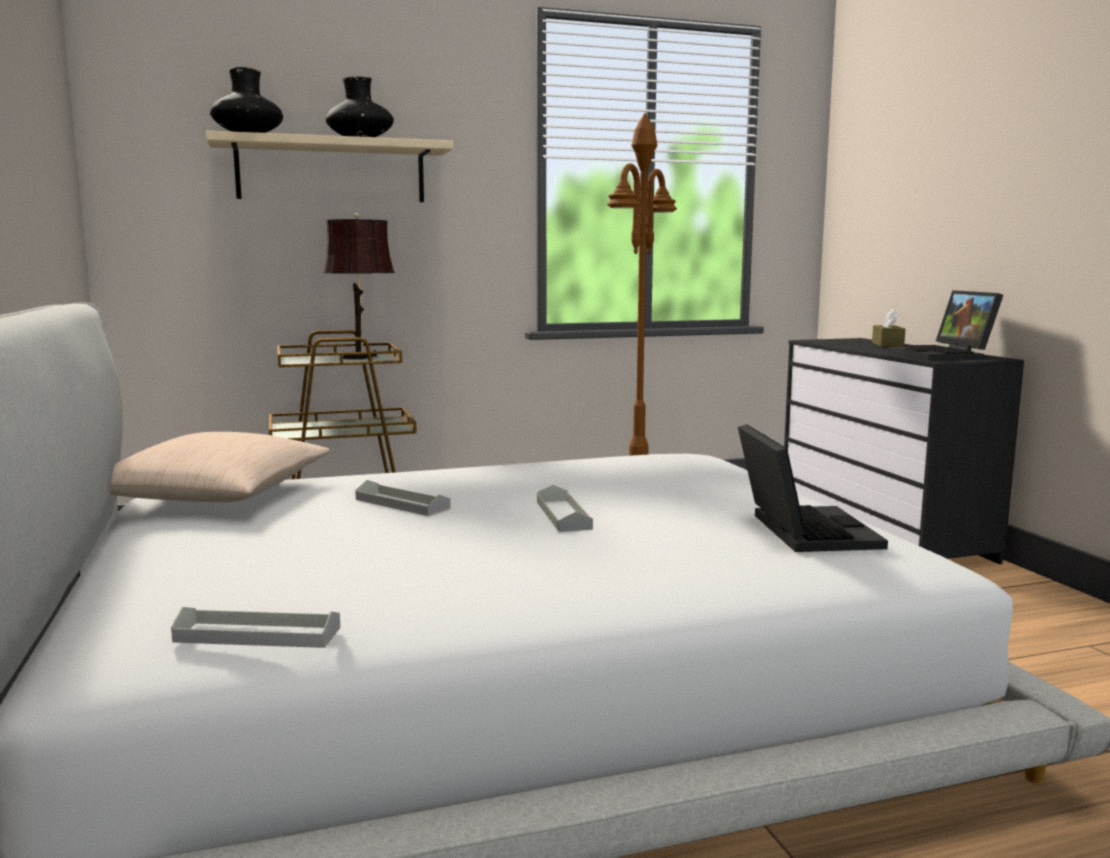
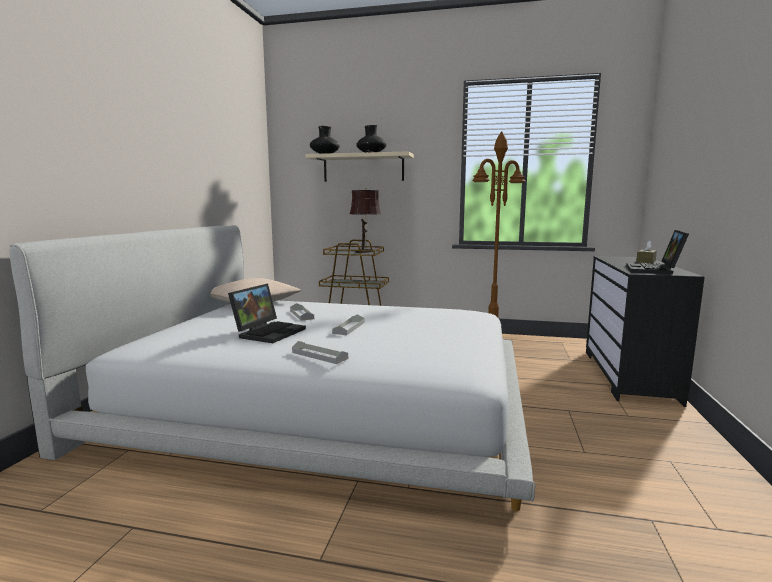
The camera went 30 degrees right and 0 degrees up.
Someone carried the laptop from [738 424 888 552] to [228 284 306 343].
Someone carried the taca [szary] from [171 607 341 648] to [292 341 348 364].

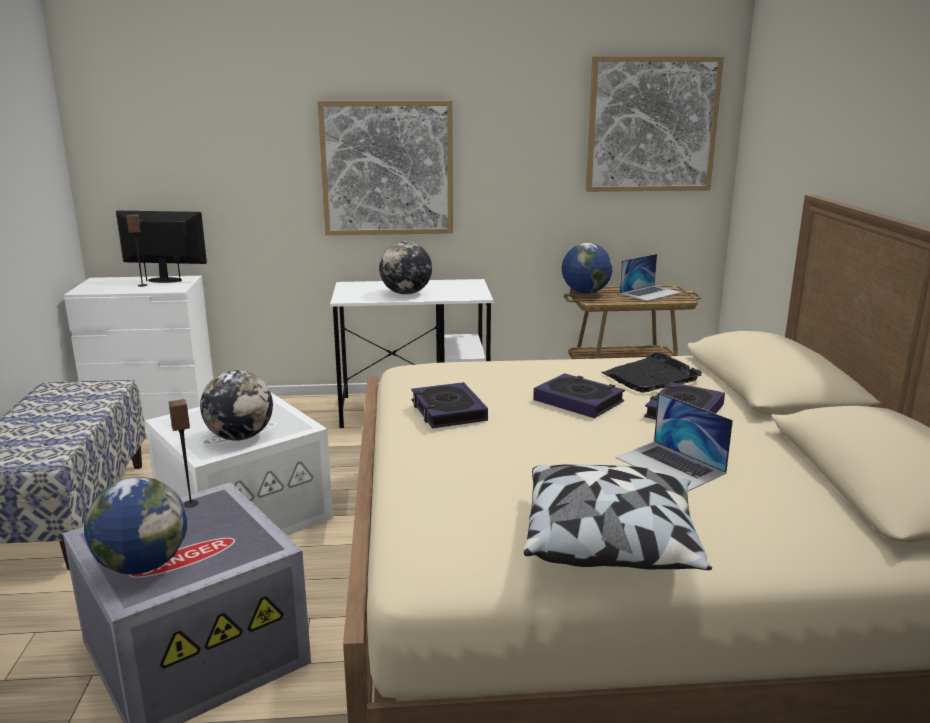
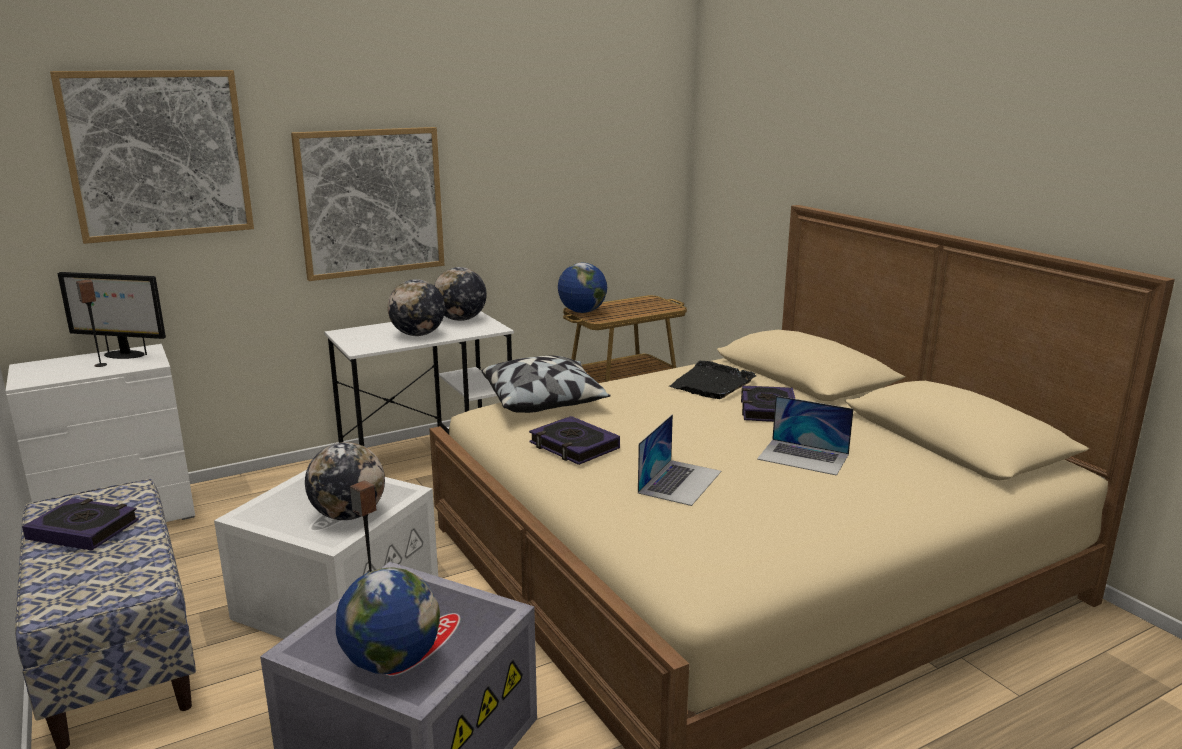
The camera went 25 degrees left and 0 degrees up.
Someone carried the książka from [533 373 625 418] to [22 498 139 550].
Someone carried the obraz from [586 56 724 192] to [50 70 254 244].
Someone rotated the monitor at [116 211 207 283] by 150 degrees counterclockwise.
Someone put down the globus at [434 267 487 321].
Someone carried the poduszka from [524 465 712 570] to [482 356 611 413].
Someone carried the laptop from [620 254 682 301] to [638 414 721 506].

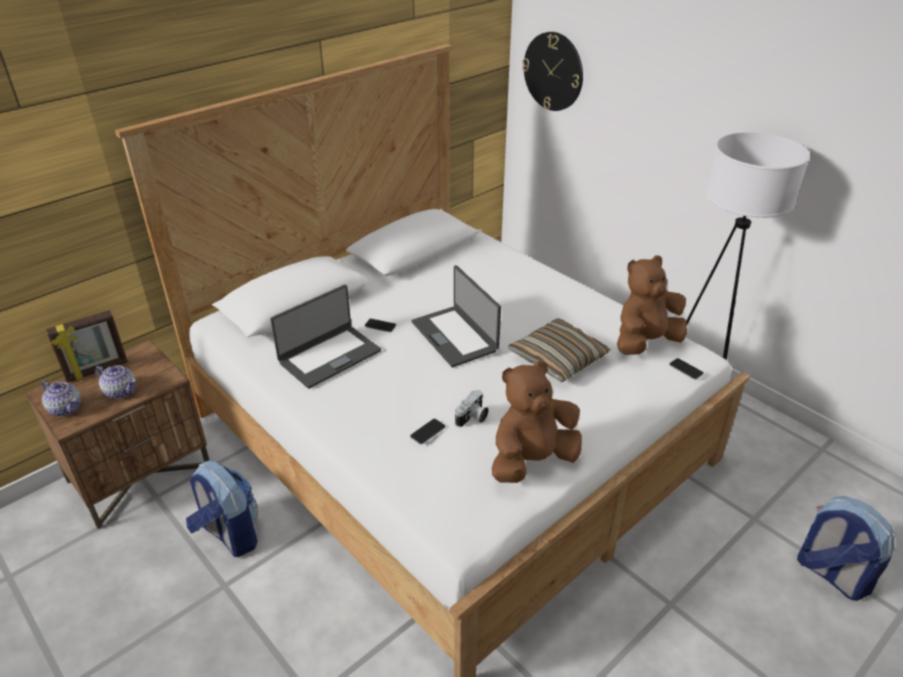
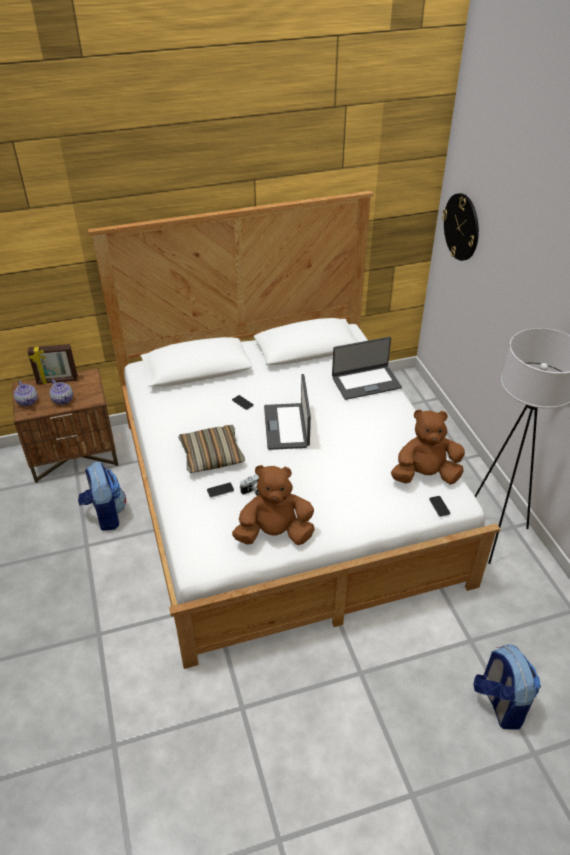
The camera went 25 degrees right and 5 degrees up.
Someone carried the poduszka from [508 318 611 382] to [178 425 245 473].
Someone carried the laptop from [270 284 381 389] to [332 337 402 400].

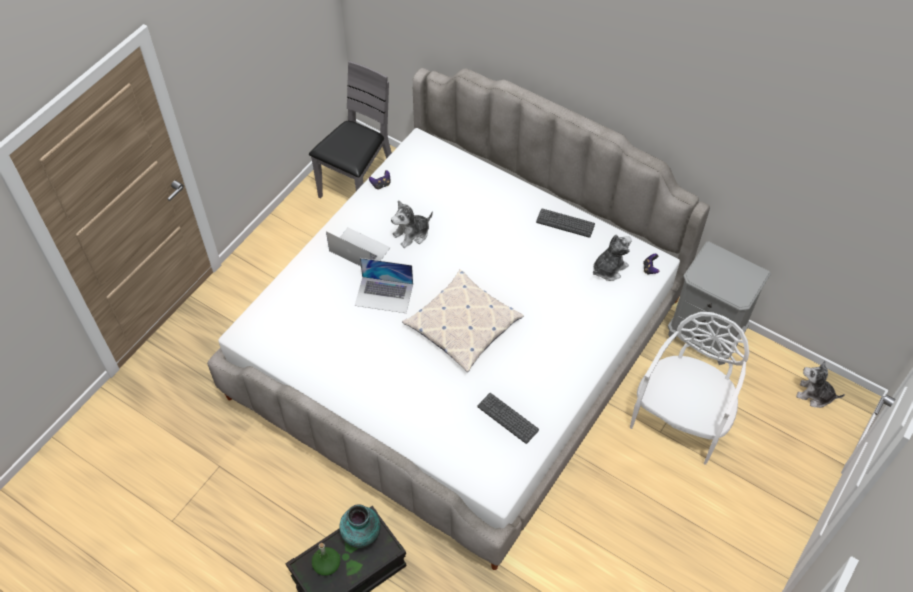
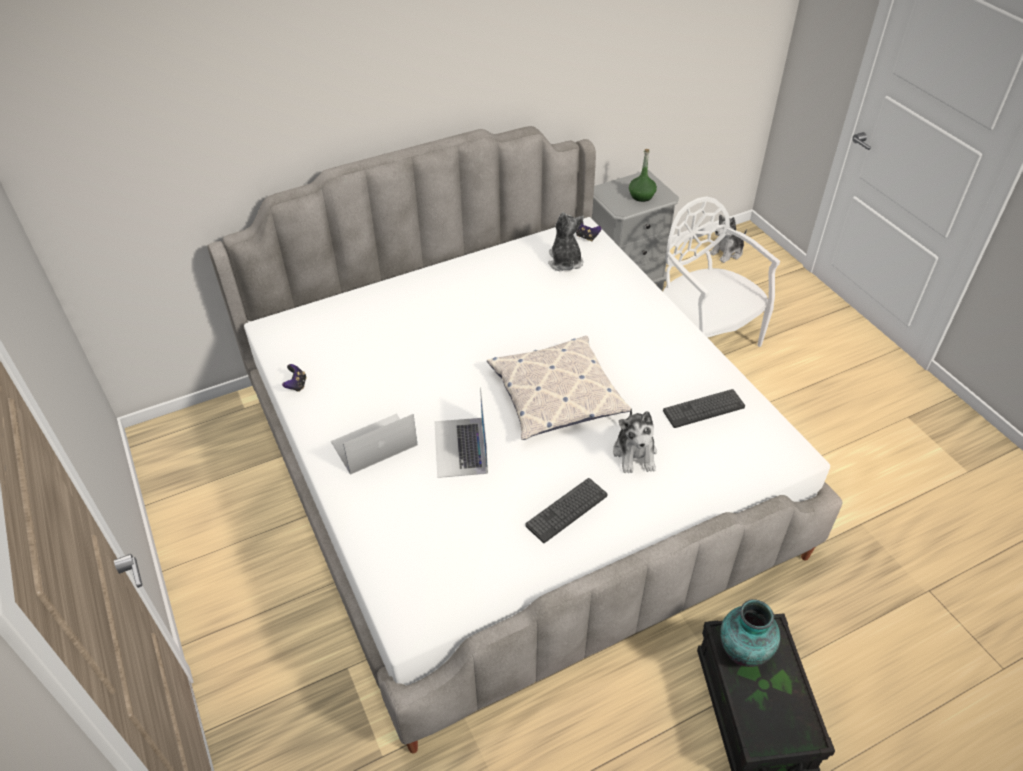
The camera went 60 degrees left and 10 degrees down.
Someone rotated the laptop at [355 258 413 313] by 135 degrees clockwise.
Someone carried the klawiatura from [536 208 595 238] to [525 478 608 543].
Someone carried the pluszak from [391 200 433 248] to [613 408 657 474].
Someone carried the butelka [zielony] from [312 543 340 576] to [629 149 657 202].
Someone took away the krzesło [szary] at [309 61 392 198].

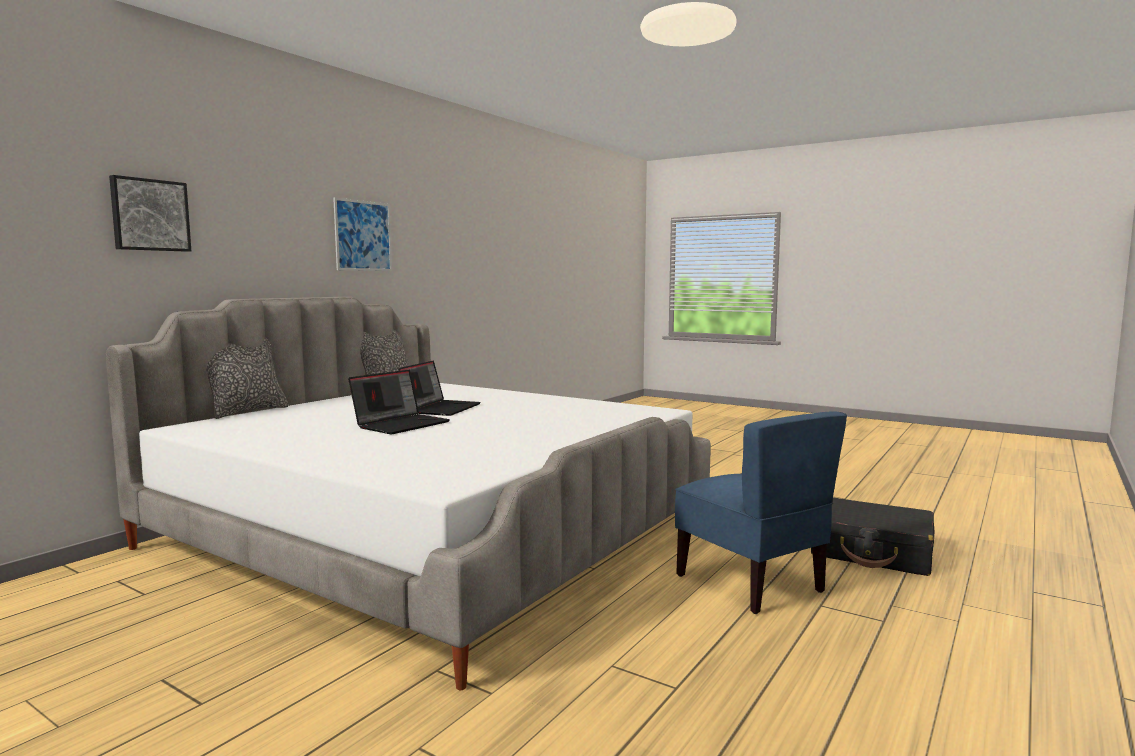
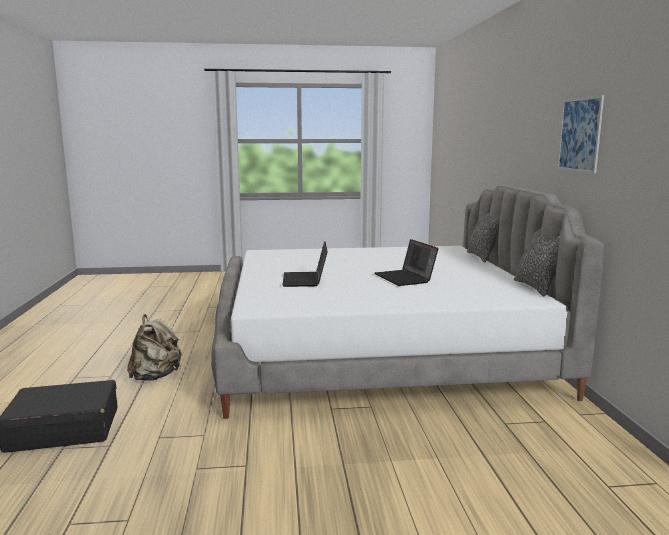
The camera went 140 degrees right and 5 degrees up.
Someone swapped the krzesło [niebieski] at [675 411 847 614] for the plecak [beżowy] at [127 314 182 381].
Someone carried the laptop from [348 370 450 434] to [282 241 328 287].
Someone took away the obraz at [109 175 191 252].

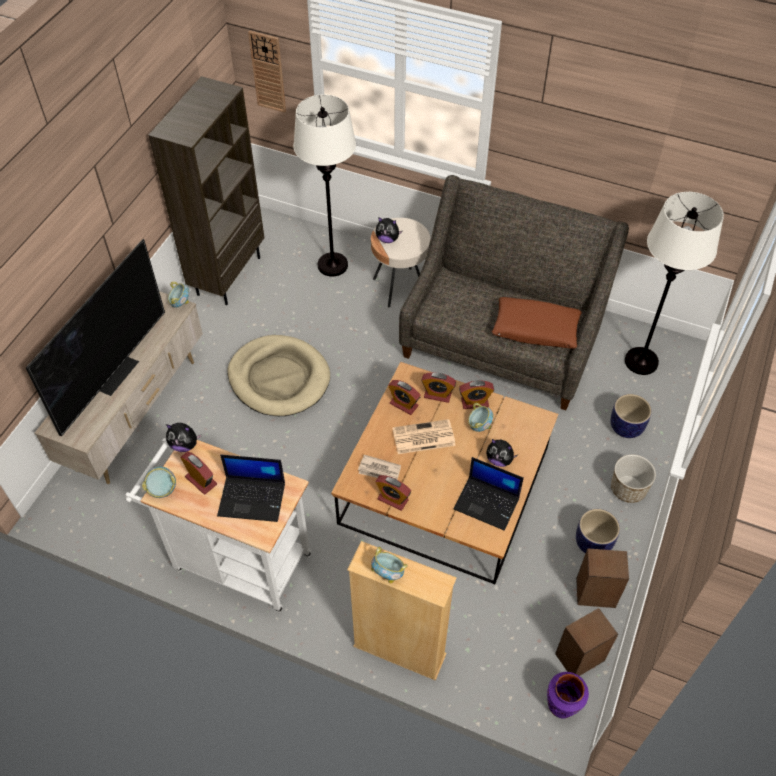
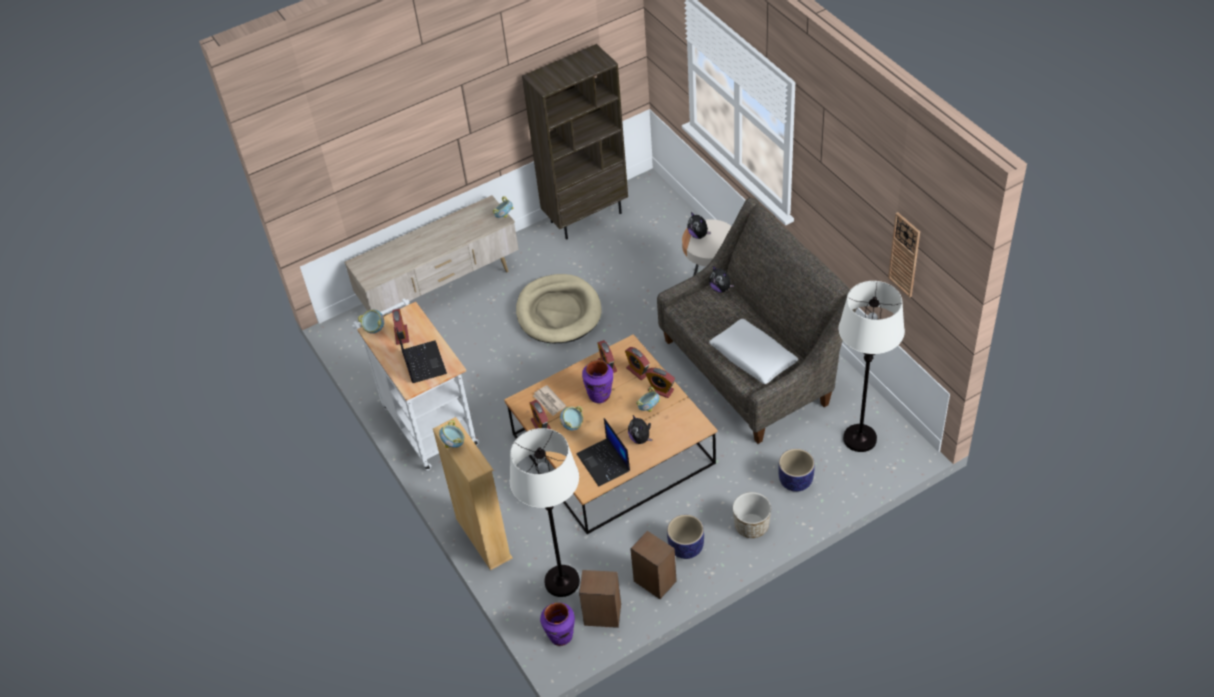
The camera went 40 degrees right and 5 degrees down.
Someone rotated the laptop at [217 455 285 522] by 150 degrees counterclockwise.
Someone carried the lampa stojąca [biały] from [293 94 356 277] to [510 428 580 597].
Someone put down the miska at [560 406 583 431].
Someone swapped the gazeta at [392 419 456 454] for the wazon [fioletowy] at [582 360 613 403].
Someone carried the pluszak from [166 423 202 452] to [709 266 734 293].
Someone repainted the poduszka [brązowy] at [492 297 582 349], which became the poduszka [biały] at [709 319 798 384].
Someone carried the zegar ścienny from [248 30 286 113] to [888 212 920 298].
Someone took away the telewizor at [26 239 165 436].

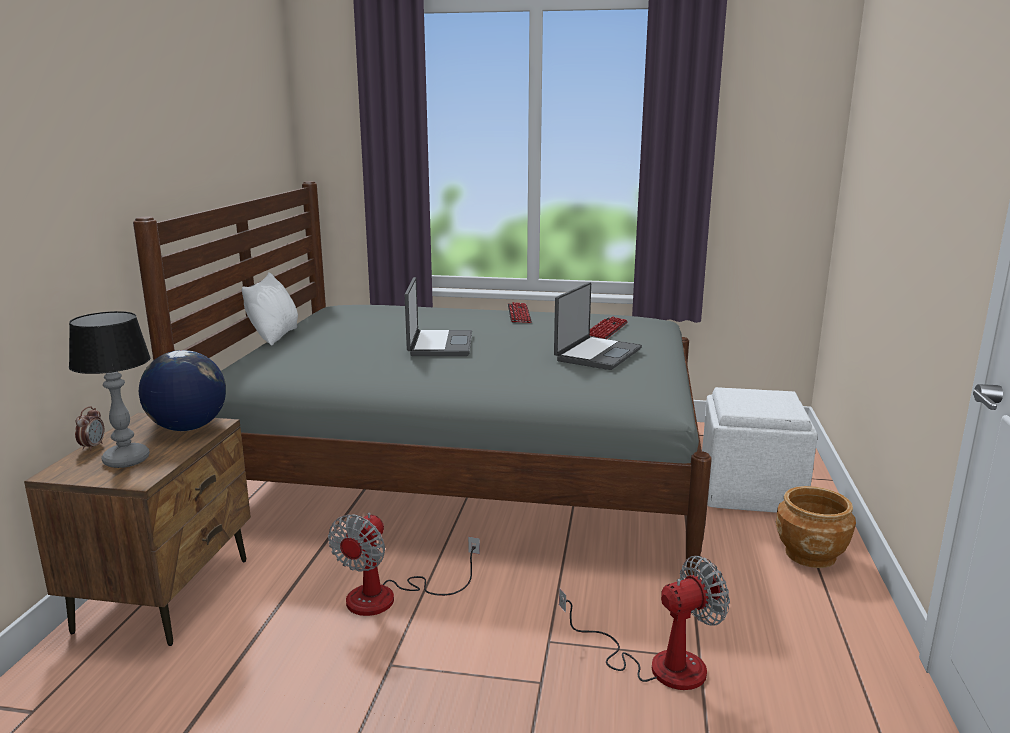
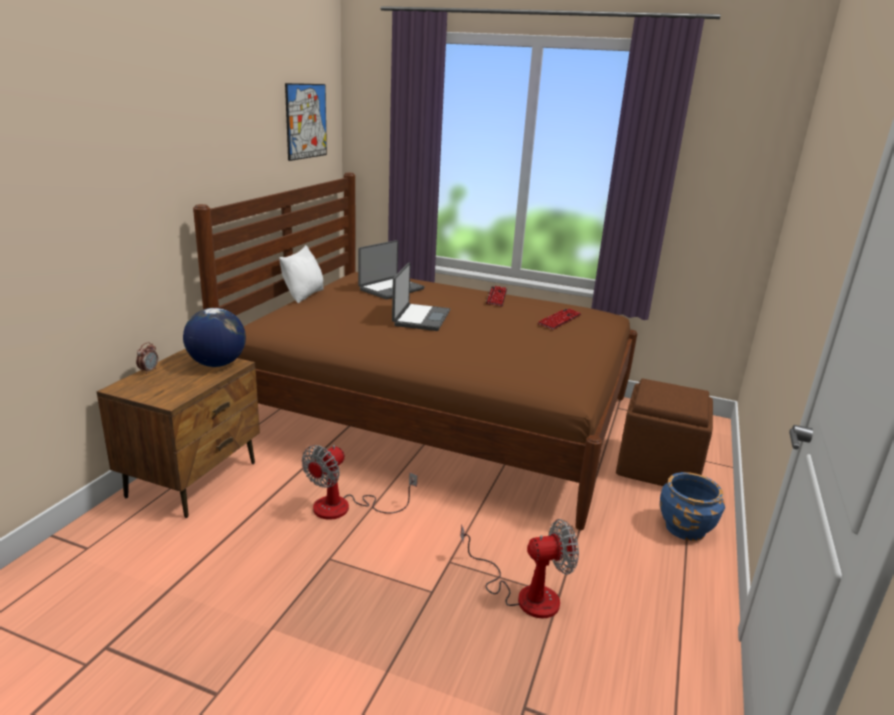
The camera went 10 degrees right and 5 degrees up.
Someone repainted the łóżko [szary] at [133 181 712 575], which became the łóżko [brązowy] at [193 173 637 530].
Someone put up the obraz at [285 83 327 161].
Someone carried the laptop from [554 282 642 370] to [358 240 424 299].
Someone repainted the pufa [biały] at [702 387 817 513], which became the pufa [brązowy] at [616 378 713 486].
Someone repainted the donica [brązowy] at [776 486 856 568], which became the donica [niebieski] at [660 472 725 541].
Someone took away the lampa stołowa at [69 311 151 468].

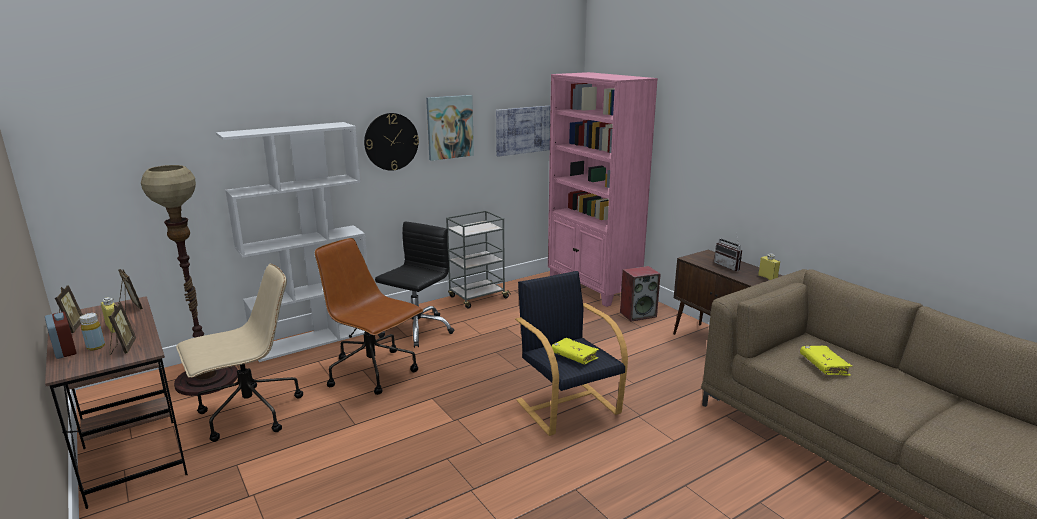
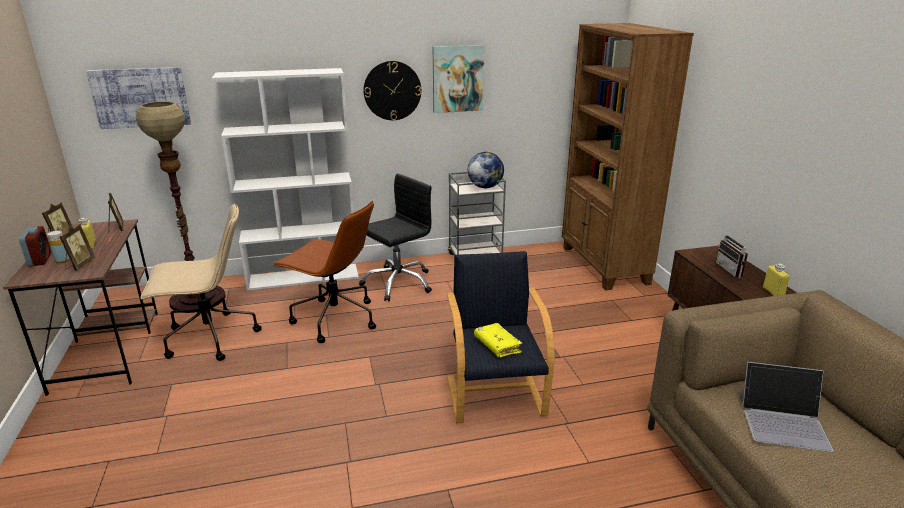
The camera went 20 degrees right and 5 degrees up.
Someone carried the obraz from [496 106 550 157] to [86 67 191 129].
Someone rotated the krzesło biurowe [brązowy] at [315 238 423 395] by 150 degrees clockwise.
Someone put down the globus at [468 152 504 188].
Someone repainted the regał [różowy] at [548 72 658 307], which became the regał [brązowy] at [562 23 694 290].
Someone swapped the książka [żółty] at [800 346 853 376] for the laptop at [740 362 834 452].
Someone took away the głośnik at [620 266 661 322].

